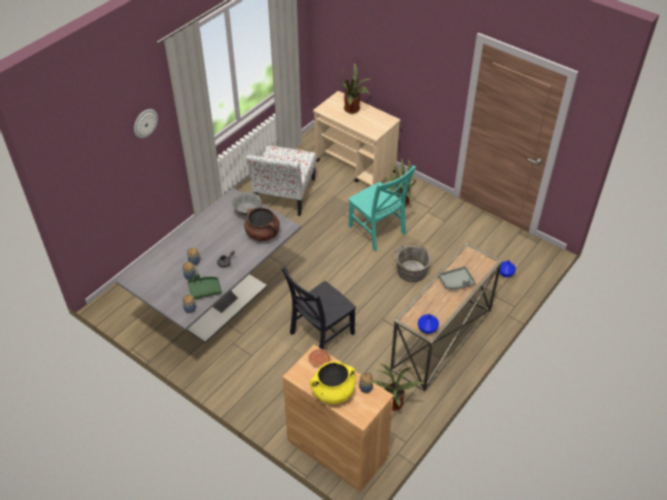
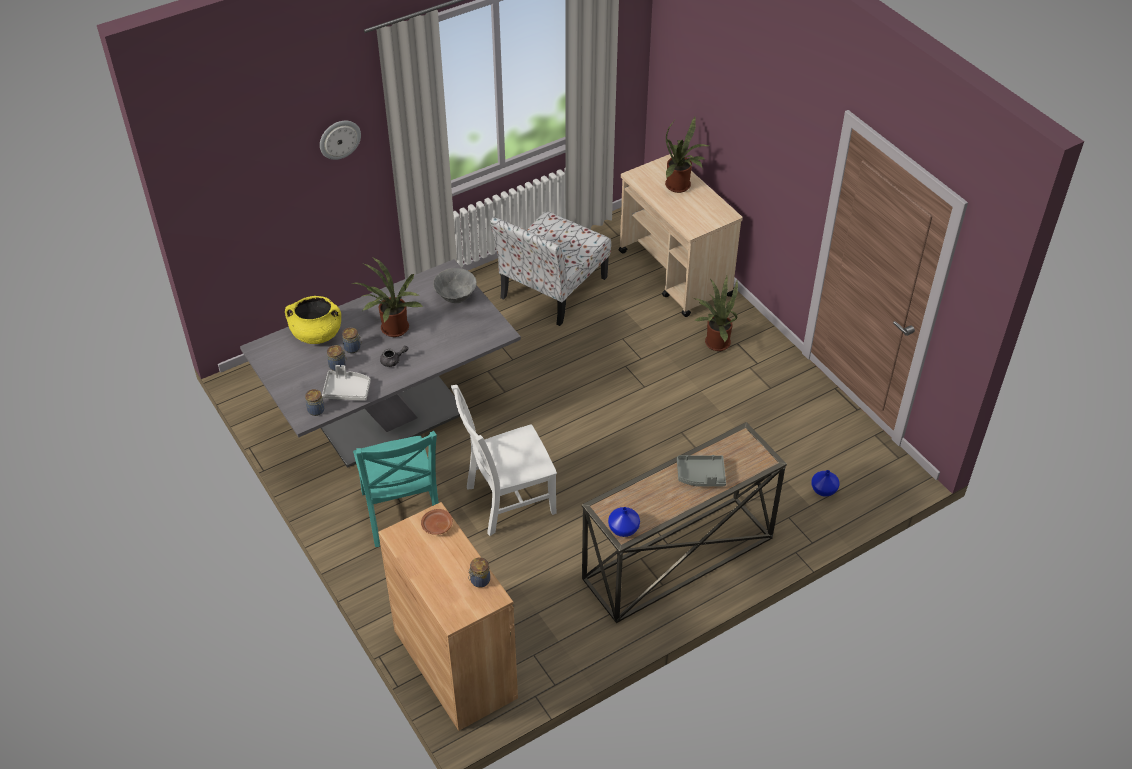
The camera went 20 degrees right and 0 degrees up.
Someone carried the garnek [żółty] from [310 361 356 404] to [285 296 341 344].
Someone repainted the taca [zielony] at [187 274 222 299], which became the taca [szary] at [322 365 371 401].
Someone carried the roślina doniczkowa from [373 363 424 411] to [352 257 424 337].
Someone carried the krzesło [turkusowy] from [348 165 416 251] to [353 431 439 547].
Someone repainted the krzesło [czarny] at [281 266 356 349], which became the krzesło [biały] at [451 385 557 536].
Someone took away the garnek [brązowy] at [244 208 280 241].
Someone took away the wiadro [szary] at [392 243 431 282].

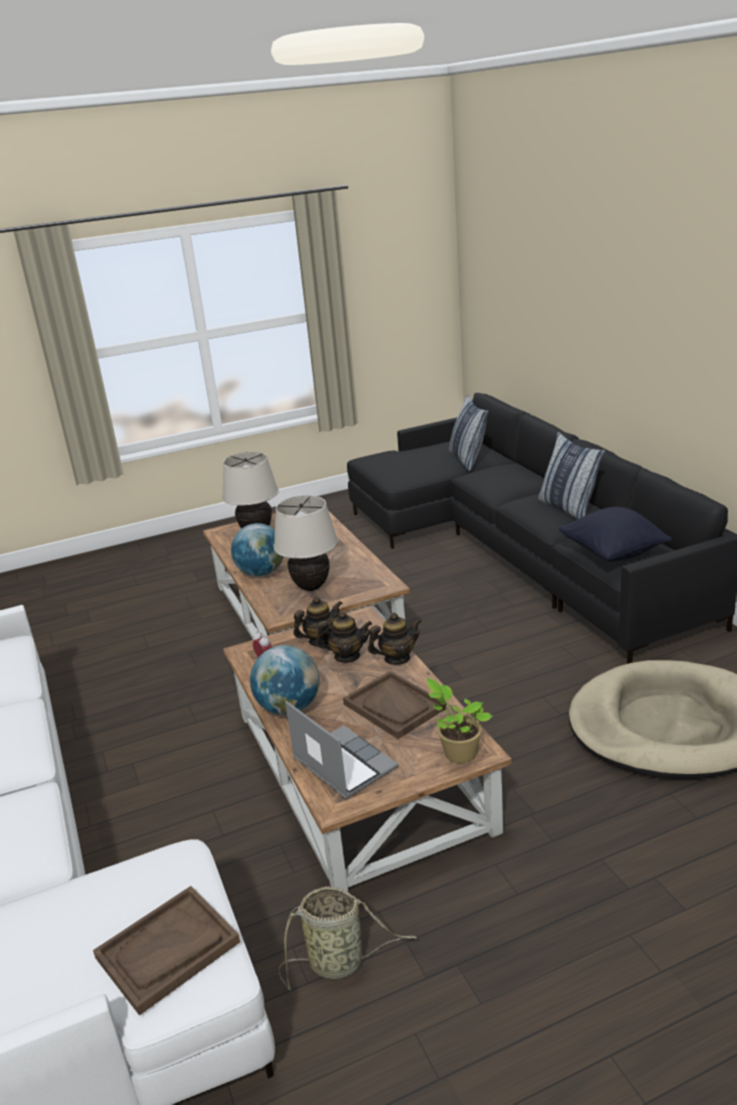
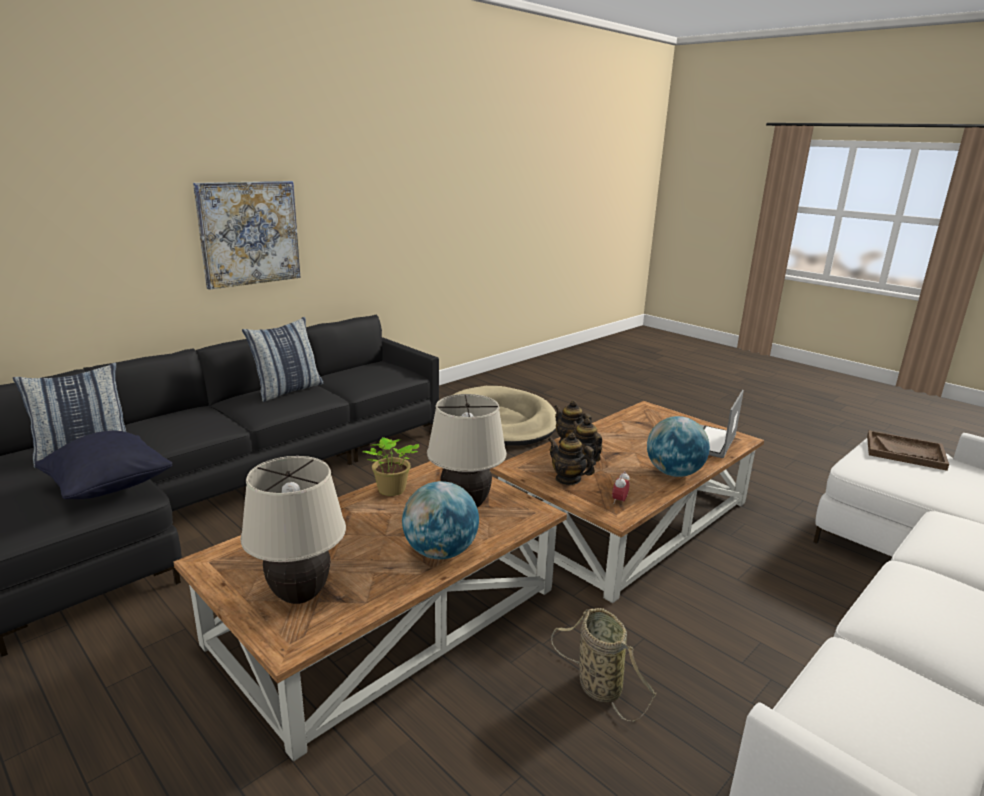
The camera went 115 degrees left and 5 degrees down.
Someone carried the poduszka [czarny] from [559 507 672 562] to [35 431 172 499].
Someone put up the obraz at [193 181 300 290].
Someone carried the roślina doniczkowa from [427 678 492 763] to [362 437 419 496].
Someone carried the koszyk from [279 886 417 991] to [551 608 656 722].
Someone took away the taca [brązowy] at [343 671 446 739].

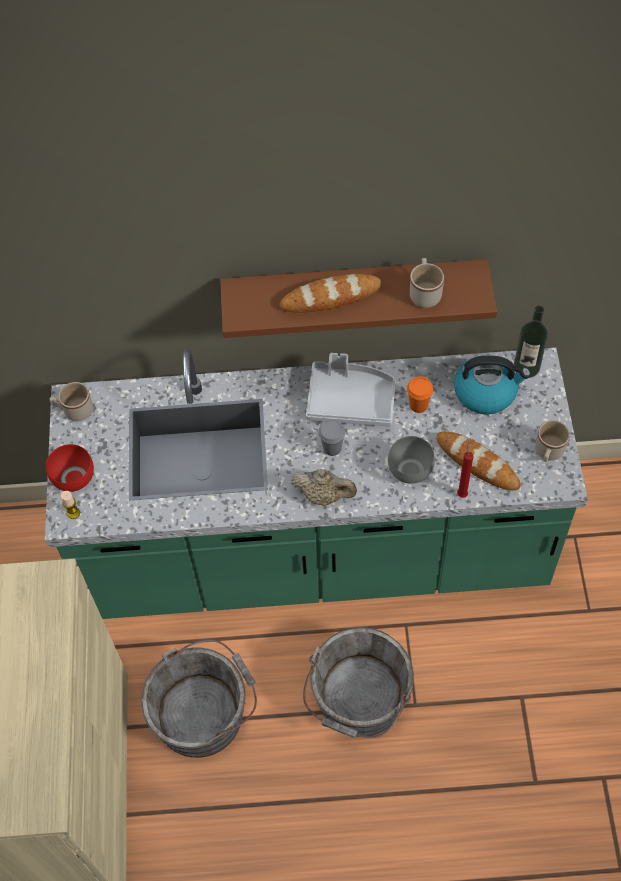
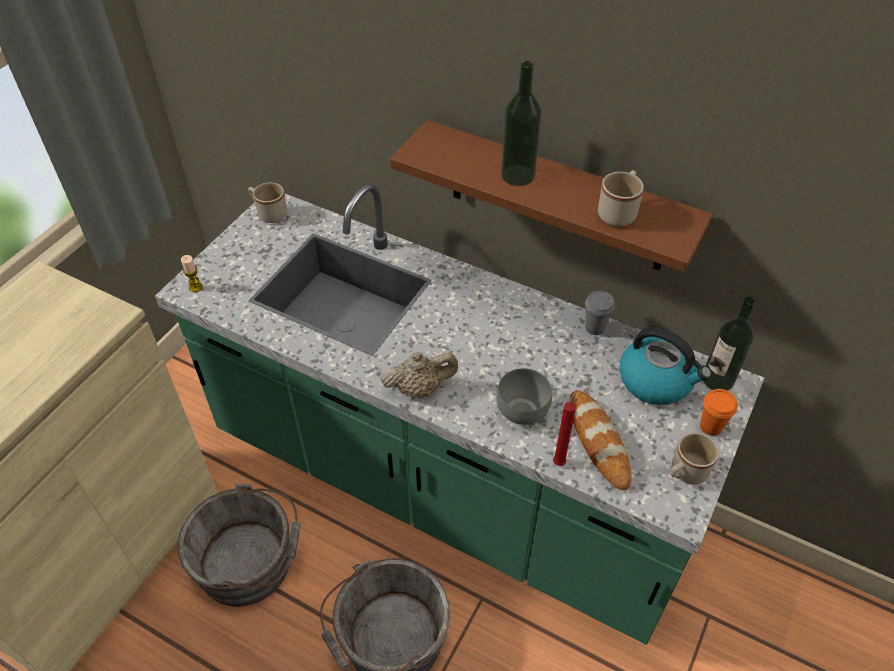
The camera went 30 degrees right and 10 degrees down.
Someone rotated the imbryk [beżowy] at [291 469 357 506] by 60 degrees counterclockwise.
Someone swapped the chleb at [280 274 382 313] for the butelka at [501 61 542 186].
Someone carried the filiżanka [szary] from [319 419 346 456] to [585 291 615 335].
Someone carried the filiżanka [pomarańczowy] from [407 376 433 413] to [700 389 738 436].
Someone took away the miska [czerwony] at [46 444 94 492].
Someone took away the taca [szary] at [306 353 396 426].

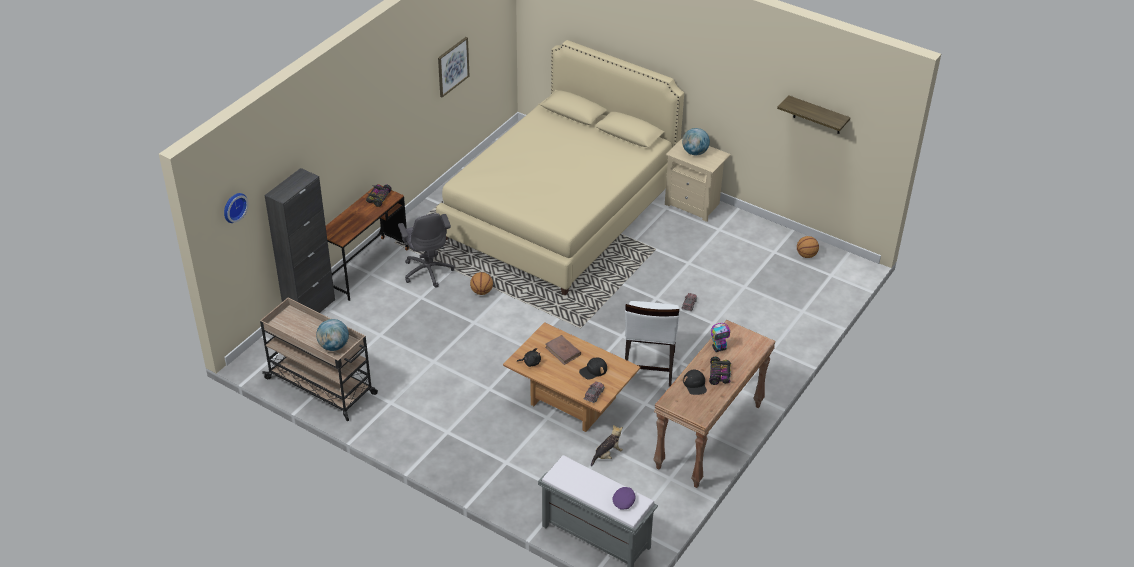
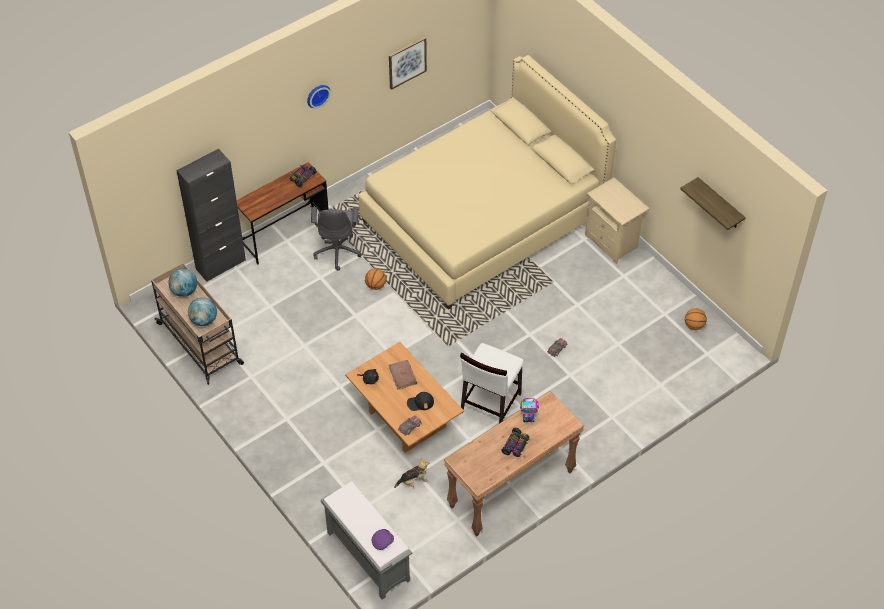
The camera went 20 degrees right and 10 degrees up.
Someone carried the globus from [682 128 710 155] to [168 268 197 297].
Someone carried the zegar ścienny from [224 193 249 223] to [307 85 331 108].
Someone took away the czapka z daszkiem [czarny] at [683 370 707 395].

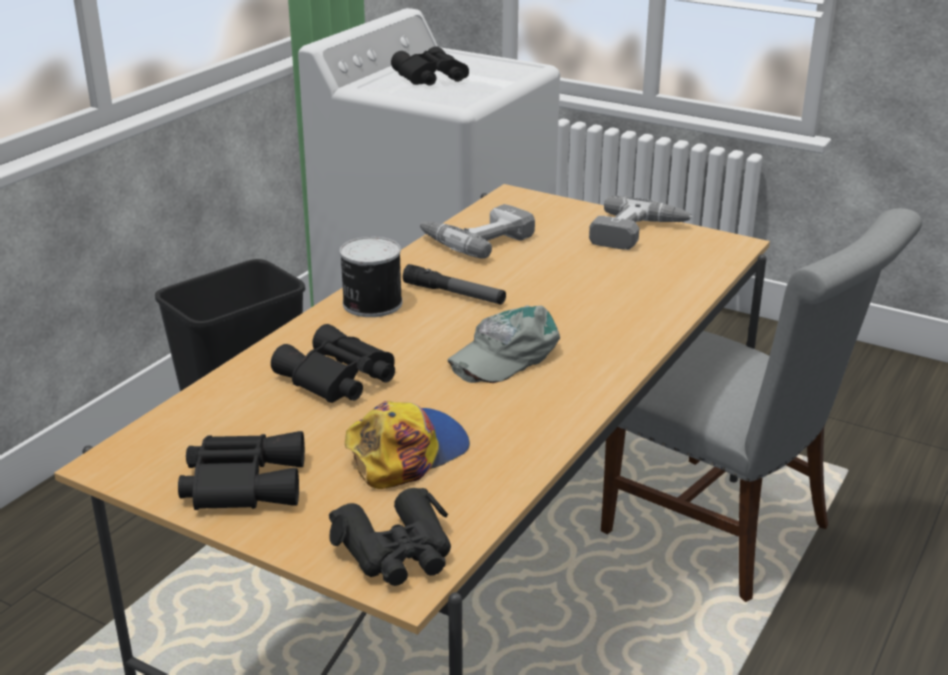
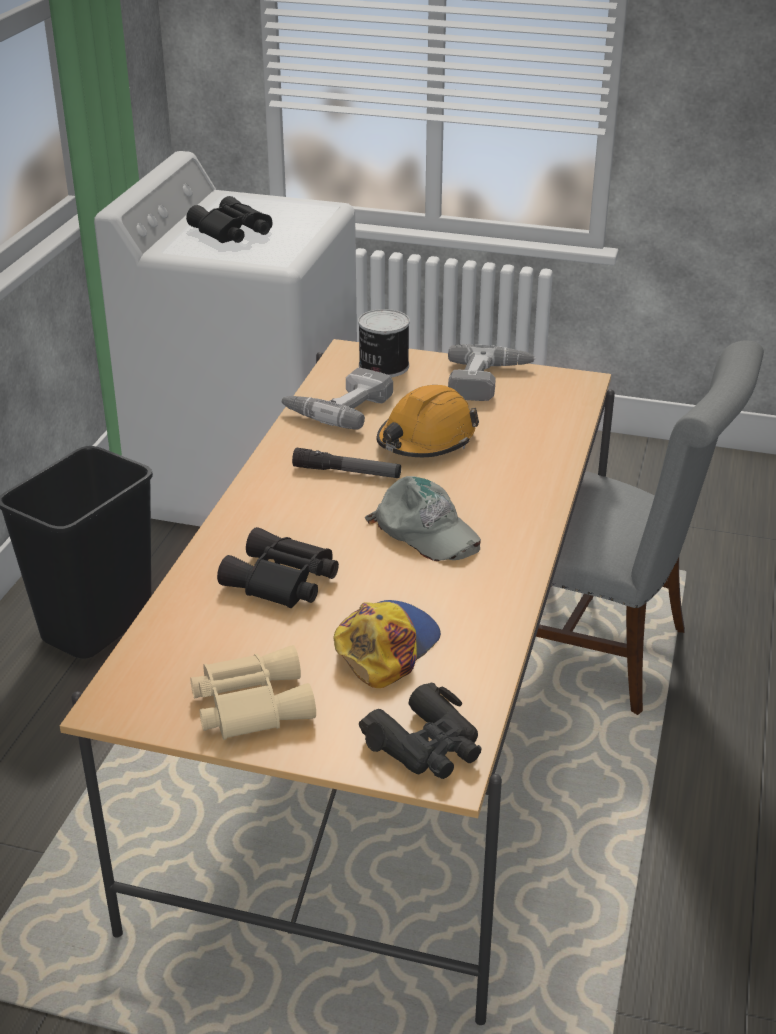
The camera went 15 degrees left and 5 degrees up.
Someone repainted the lornetka [czarny] at [178 431 305 510], which became the lornetka [beżowy] at [190 645 316 740].
Someone carried the puszka from [340 237 402 317] to [358 309 410 377].
Someone rotated the czapka z daszkiem [szary] at [448 305 560 383] by 75 degrees counterclockwise.
Someone put down the kask [pomarańczowy] at [376 385 479 457].

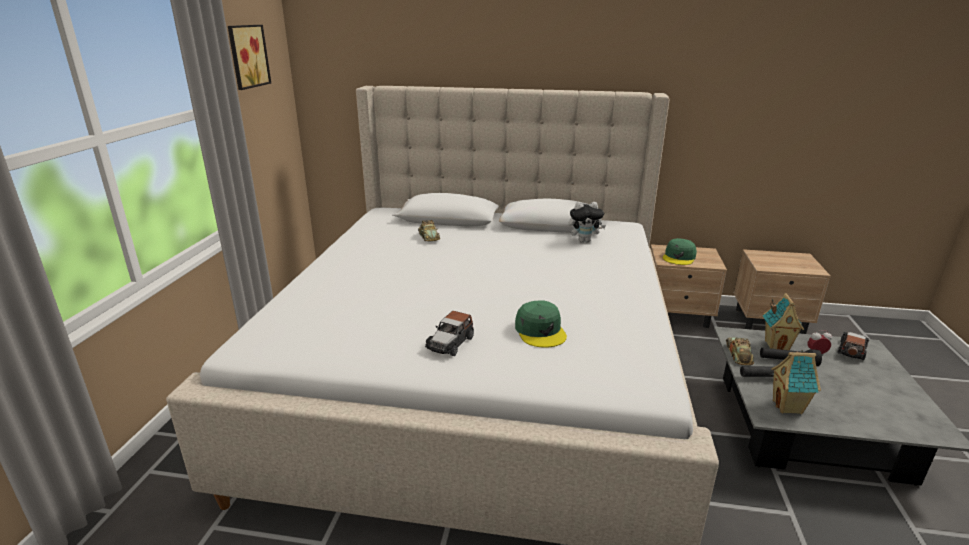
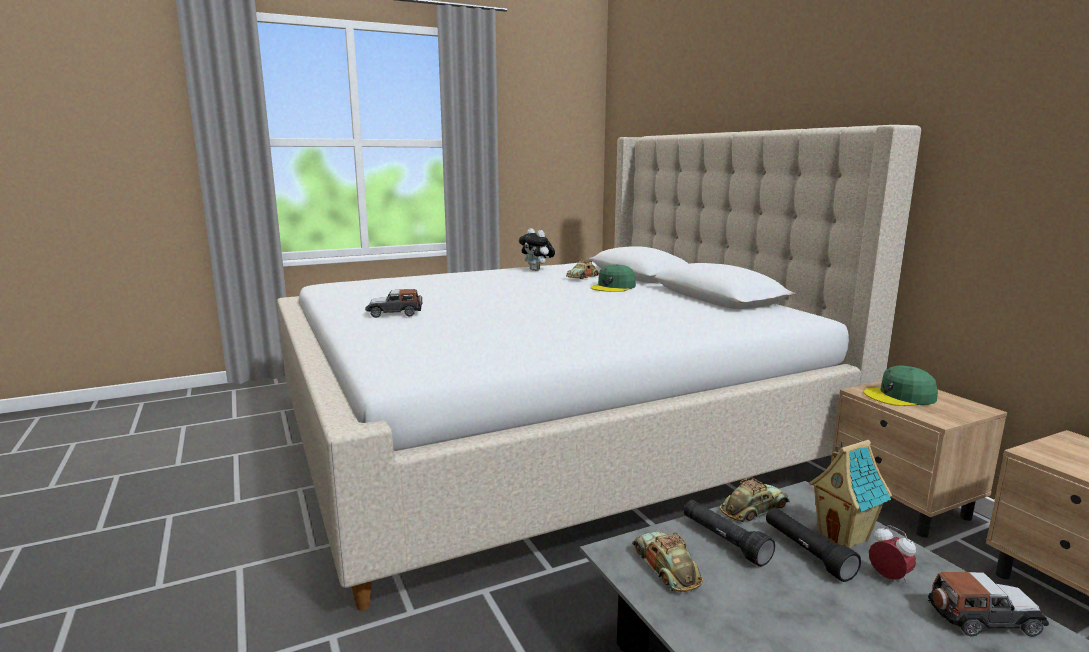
The camera went 55 degrees right and 10 degrees down.
Someone carried the pluszak from [569 202 606 242] to [519 228 555 271].
Someone carried the czapka z daszkiem [zielony] from [515 300 567 348] to [591 264 636 292].
Someone swapped the domek at [771 350 821 414] for the samochodzik at [632 531 703 592].
Someone took away the obraz at [228 25 271 90].

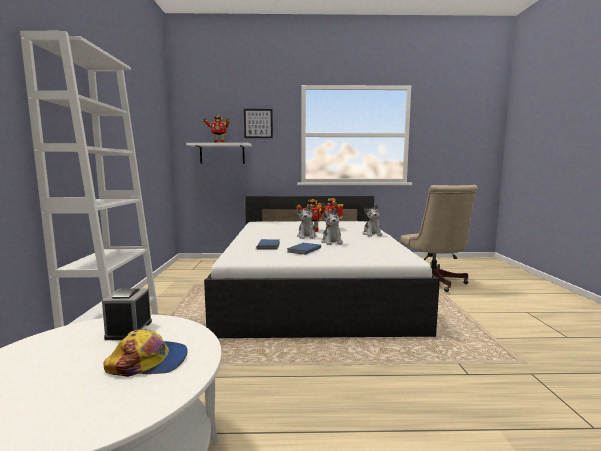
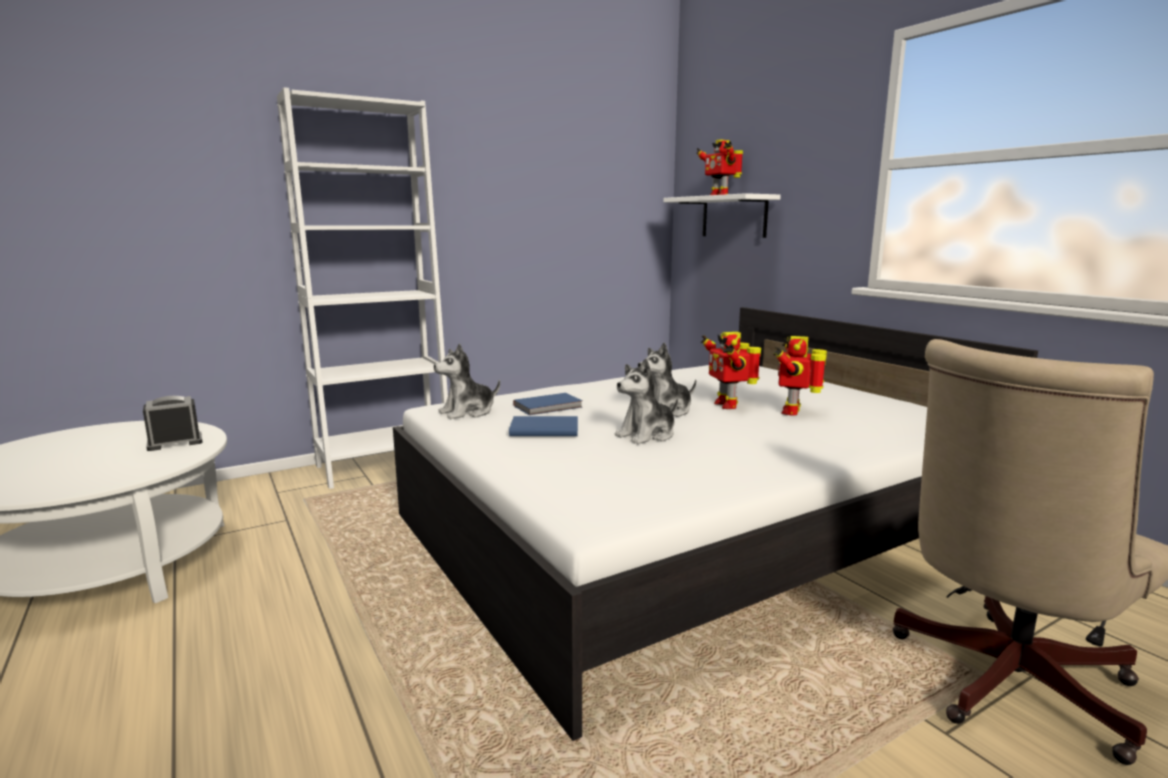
The camera went 60 degrees right and 5 degrees up.
Someone carried the pluszak from [363 204 382 236] to [434 343 500 419].
Someone took away the czapka z daszkiem at [103 329 188 377].
Someone took away the obraz at [244 109 273 138].

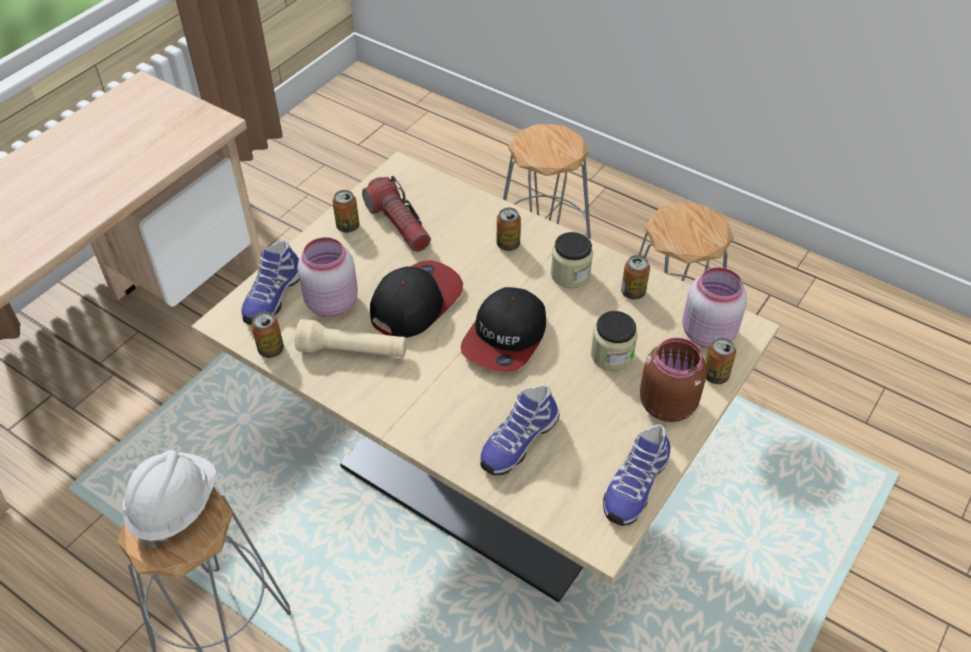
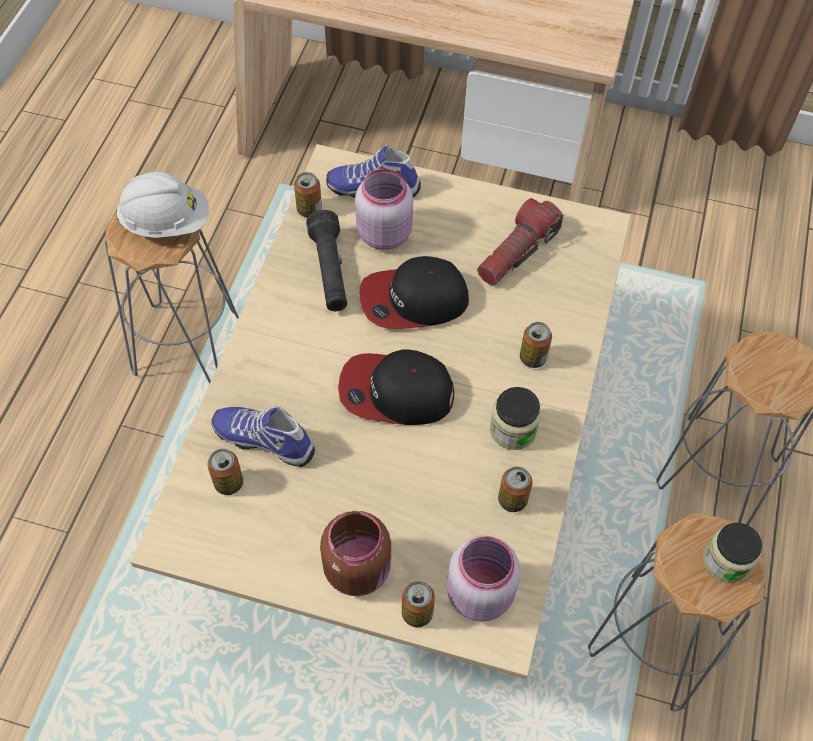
The camera went 70 degrees right and 10 degrees up.
Someone carried the puszka from [332 190 359 233] to [207 449 243 495].
Someone repainted the latarka [beżowy] at [295 319 407 357], which became the latarka [czarny] at [306 210 347 311].
Someone rotated the czapka z daszkiem at [370 260 463 338] by 150 degrees clockwise.
Someone carried the słoik from [591 311 638 371] to [703 523 762 583].
Someone took away the but at [603 424 670 526].

